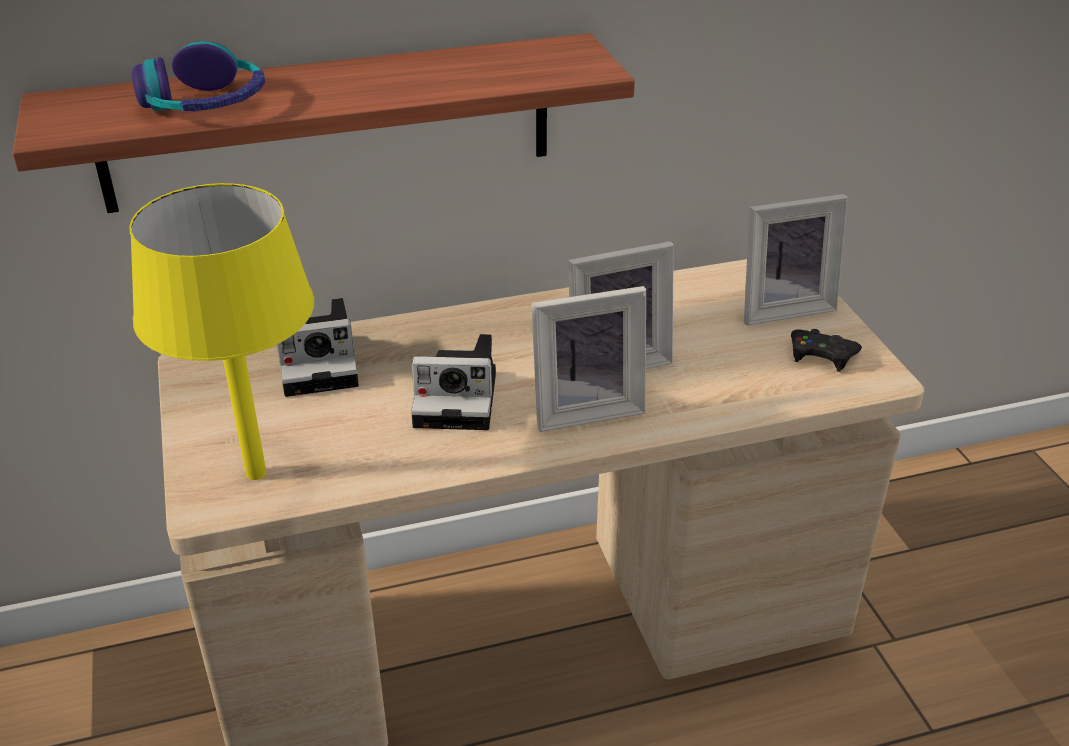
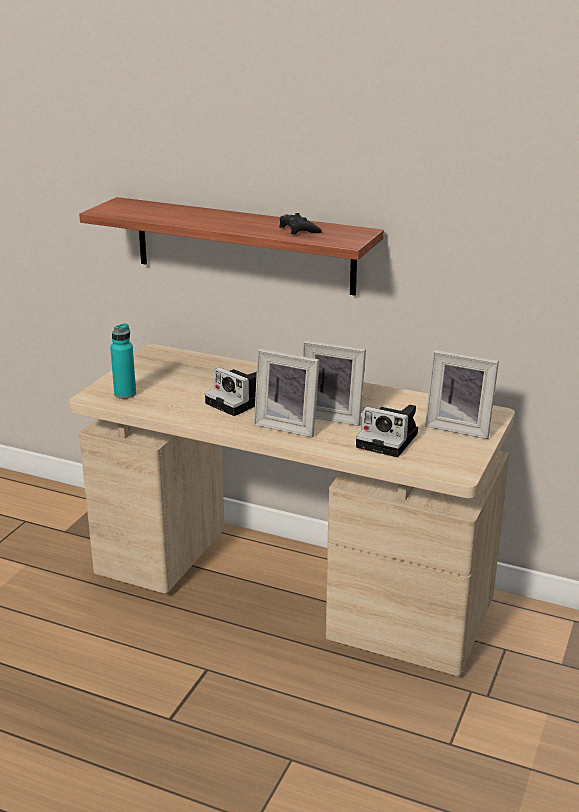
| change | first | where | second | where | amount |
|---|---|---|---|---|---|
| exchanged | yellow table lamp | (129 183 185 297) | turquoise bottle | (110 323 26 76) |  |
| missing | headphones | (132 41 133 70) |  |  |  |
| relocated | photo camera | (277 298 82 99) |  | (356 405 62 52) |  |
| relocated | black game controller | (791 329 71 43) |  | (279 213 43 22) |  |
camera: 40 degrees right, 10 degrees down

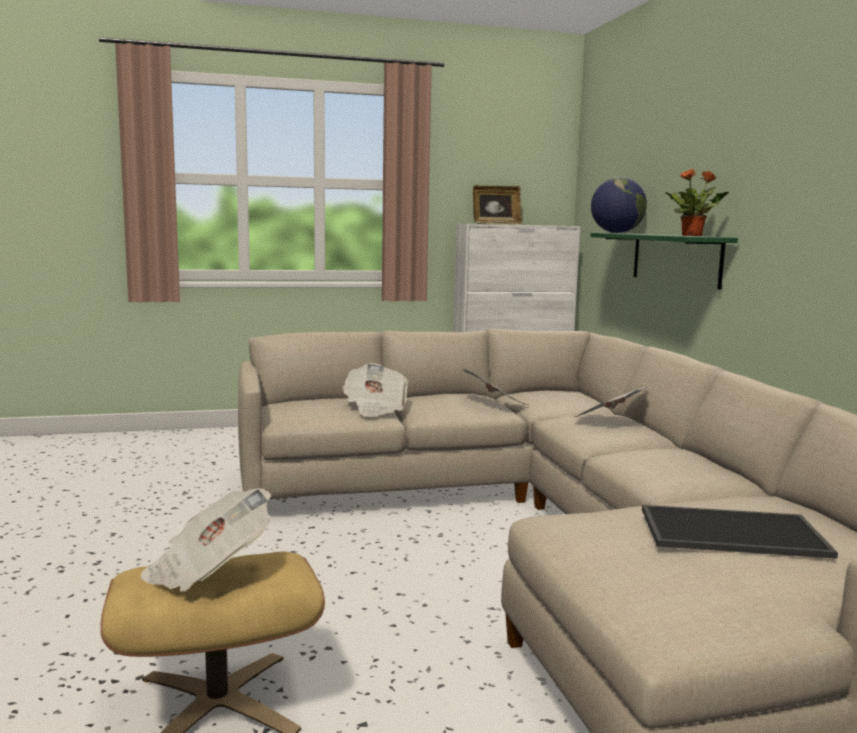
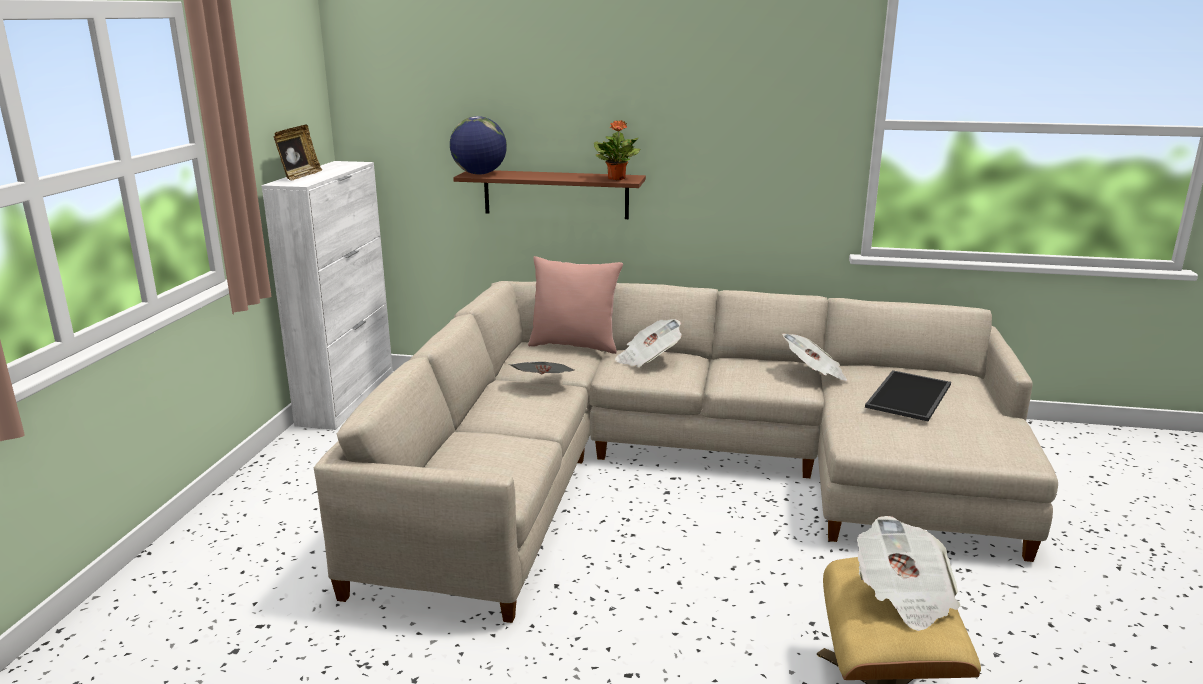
| change | first | where | second | where | amount |
|---|---|---|---|---|---|
| relocated | newspaper | (342 363 66 54) |  | (783 333 65 48) |  |
| colour | green shelf | (591 233 147 57) | brown shelf | (453 170 193 49) |  |
| appeared |  |  | pink pillow | (528 256 95 98) |  |
camera: 65 degrees left, 10 degrees up

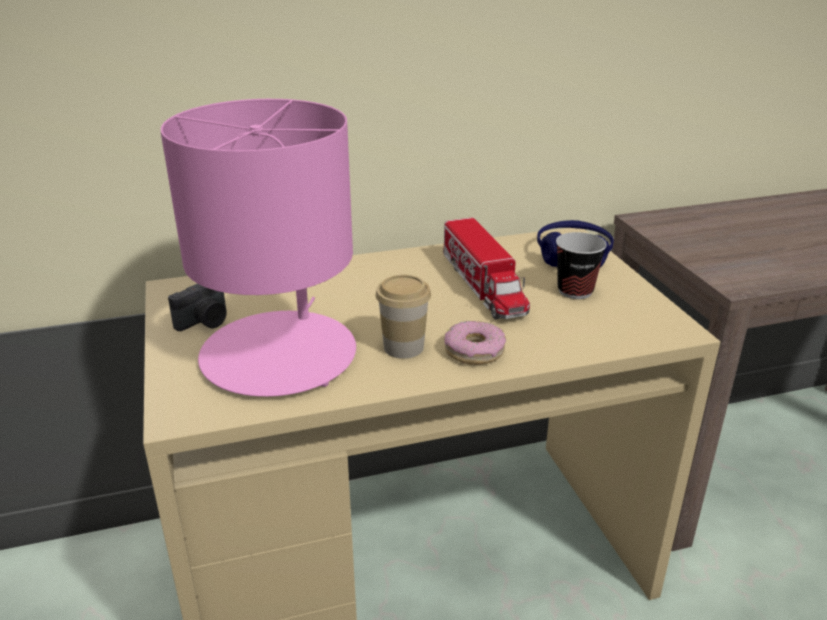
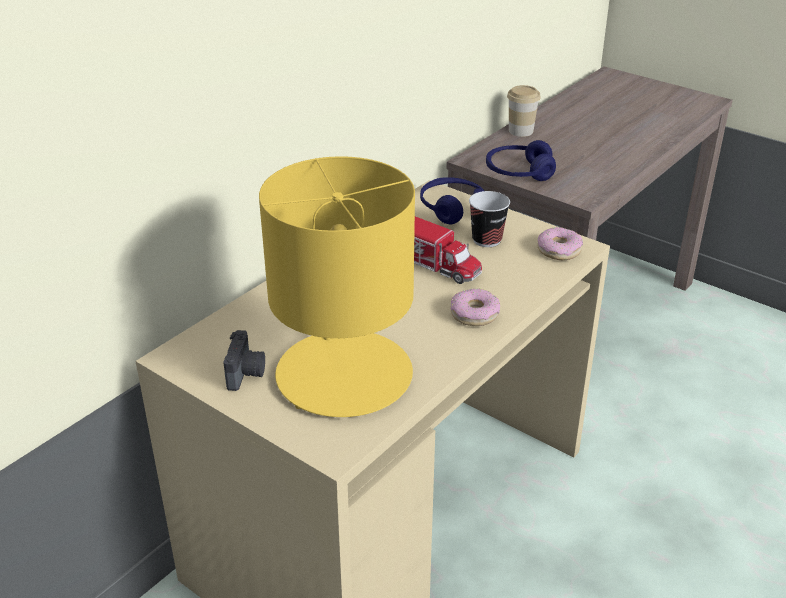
| change | first | where | second | where | amount |
|---|---|---|---|---|---|
| colour | pink table lamp | (161 99 195 298) | yellow table lamp | (259 156 156 261) |  |
| relocated | cup | (376 275 55 84) |  | (507 85 34 52) |  |
| appeared |  |  | blue headphones | (486 140 70 41) |  |
| appeared |  |  | donut | (538 227 45 33) |  |
camera: 35 degrees left, 5 degrees up

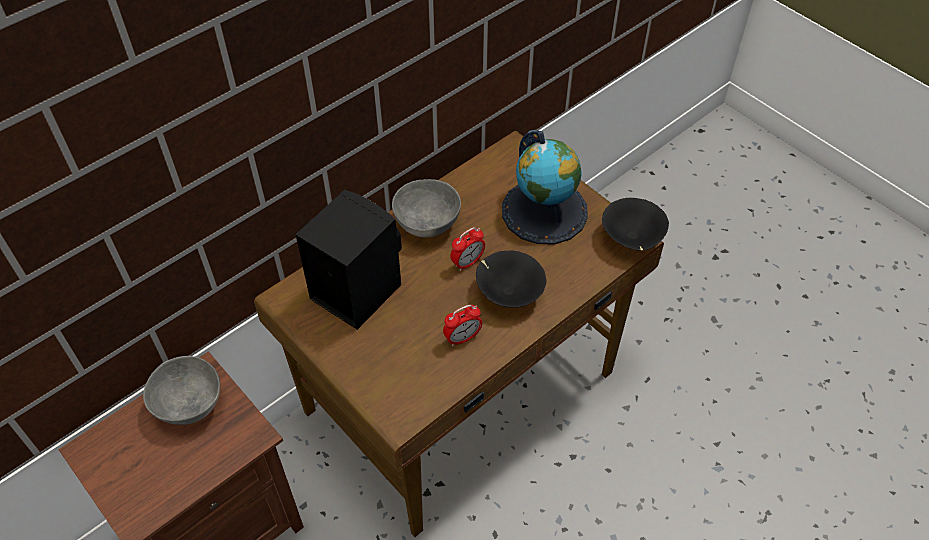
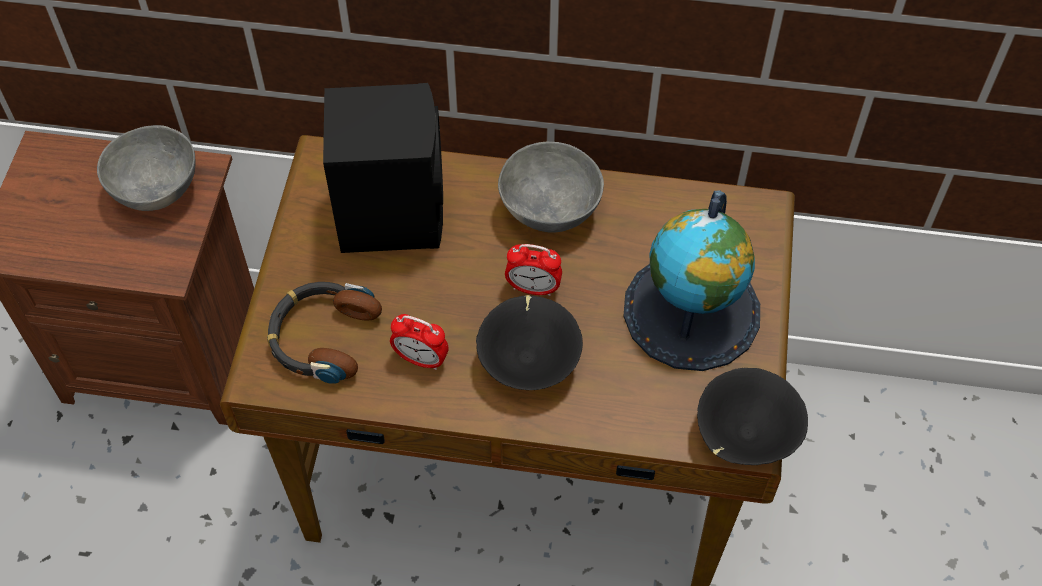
| change | first | where | second | where | amount |
|---|---|---|---|---|---|
| appeared |  |  | headphones | (267 282 115 102) |  |
camera: 50 degrees right, 5 degrees up

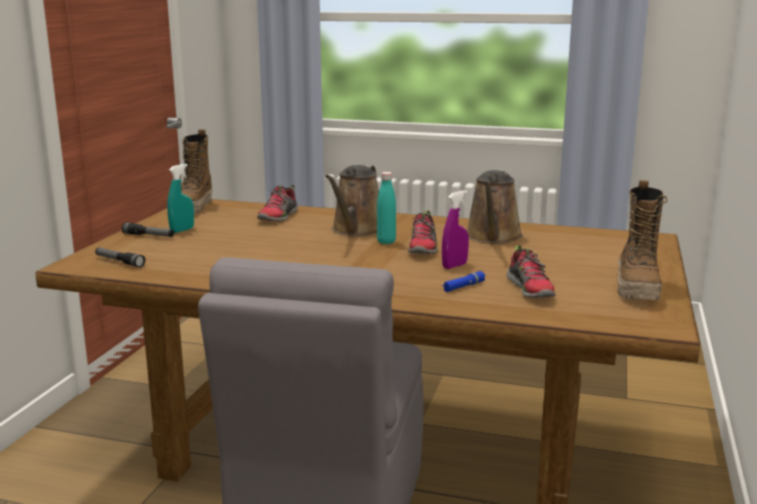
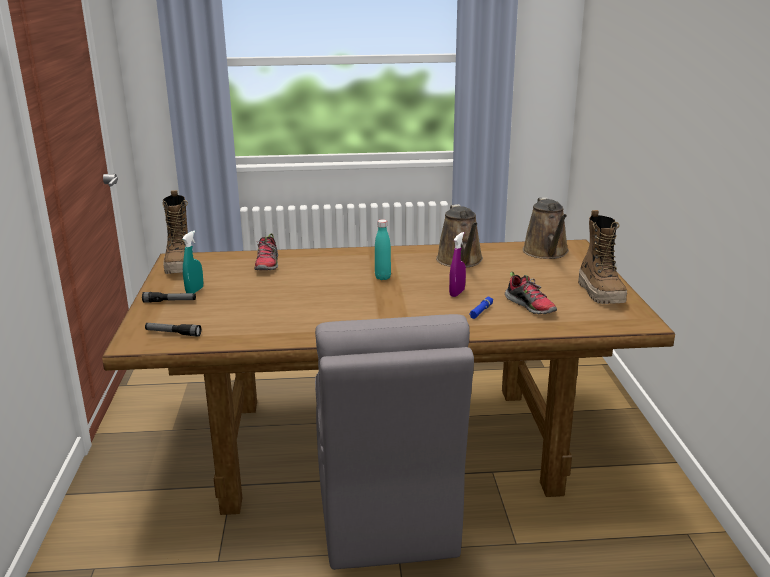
| change | first | where | second | where | amount |
|---|---|---|---|---|---|
| relocated | brown watering can | (325 165 54 71) |  | (523 197 46 62) |  |
| missing | shoe | (408 210 30 44) |  |  |  |
camera: 20 degrees left, 5 degrees up

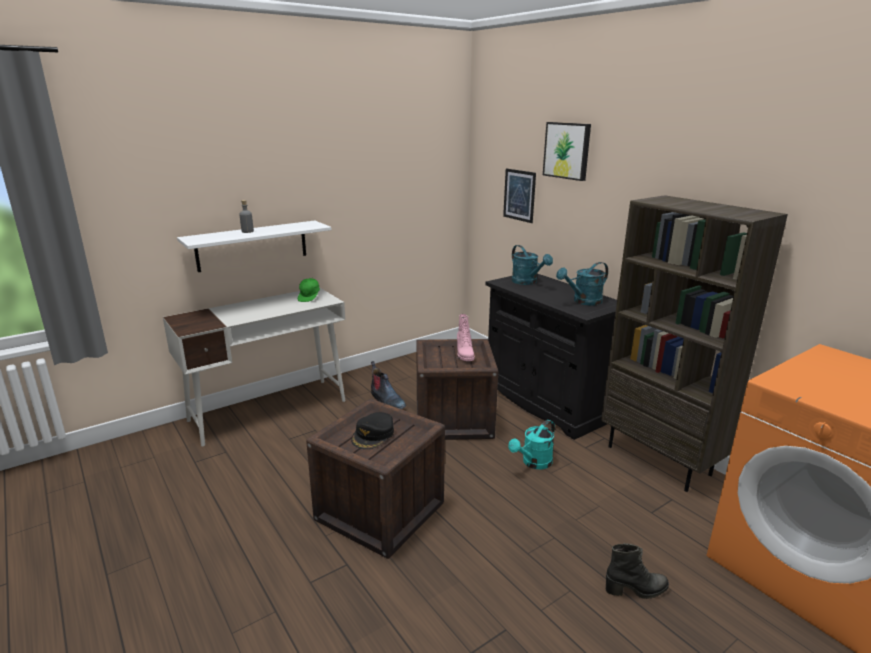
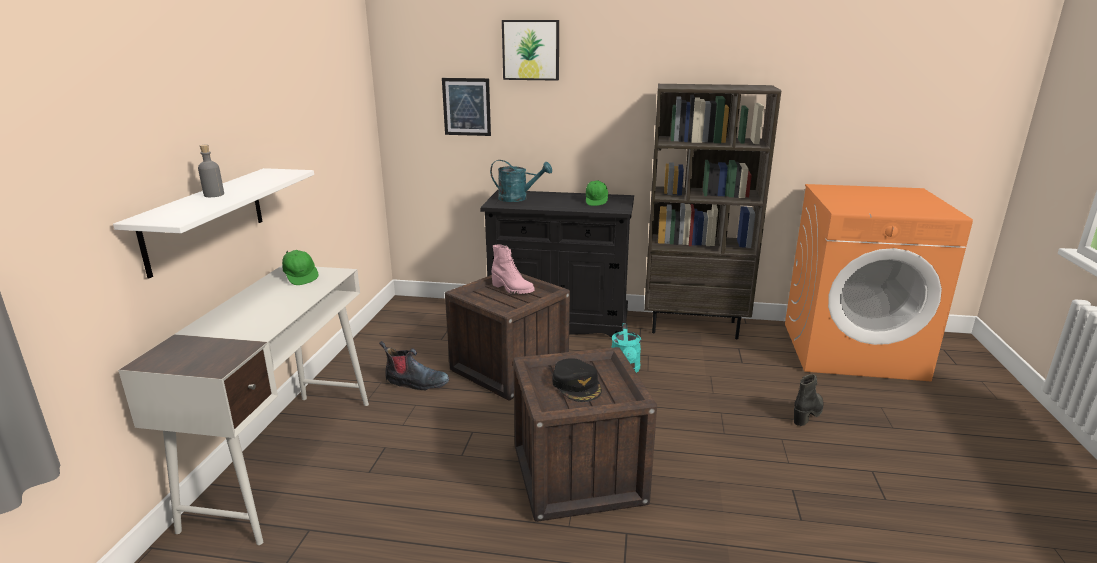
| change | first | where | second | where | amount |
|---|---|---|---|---|---|
| exchanged | turquoise watering can | (556 262 52 43) | green cap | (586 181 22 25) |  |
camera: 45 degrees left, 0 degrees up

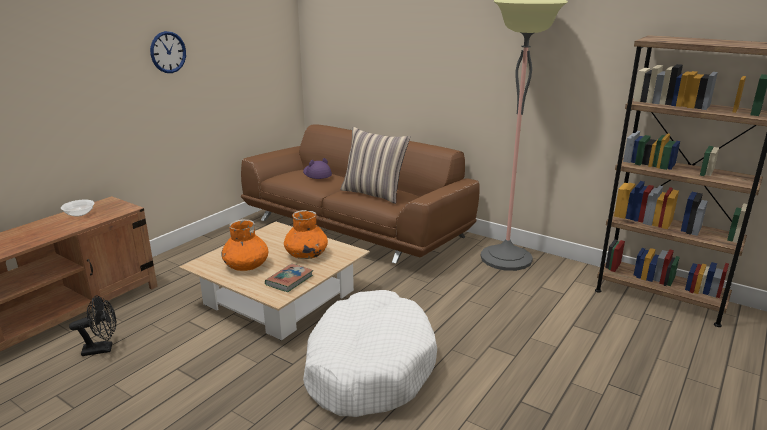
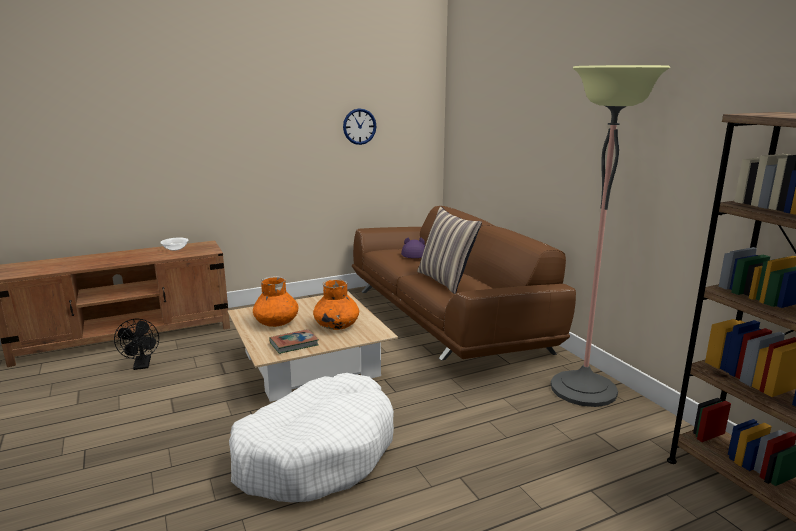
| change | first | where | second | where | amount |
|---|---|---|---|---|---|
| spun | black fan | (69 295 47 61) |  | (114 319 45 51) | 60 degrees clockwise |
| relocated | wall clock | (150 31 36 42) |  | (343 108 33 37) |  |
camera: 30 degrees right, 5 degrees down

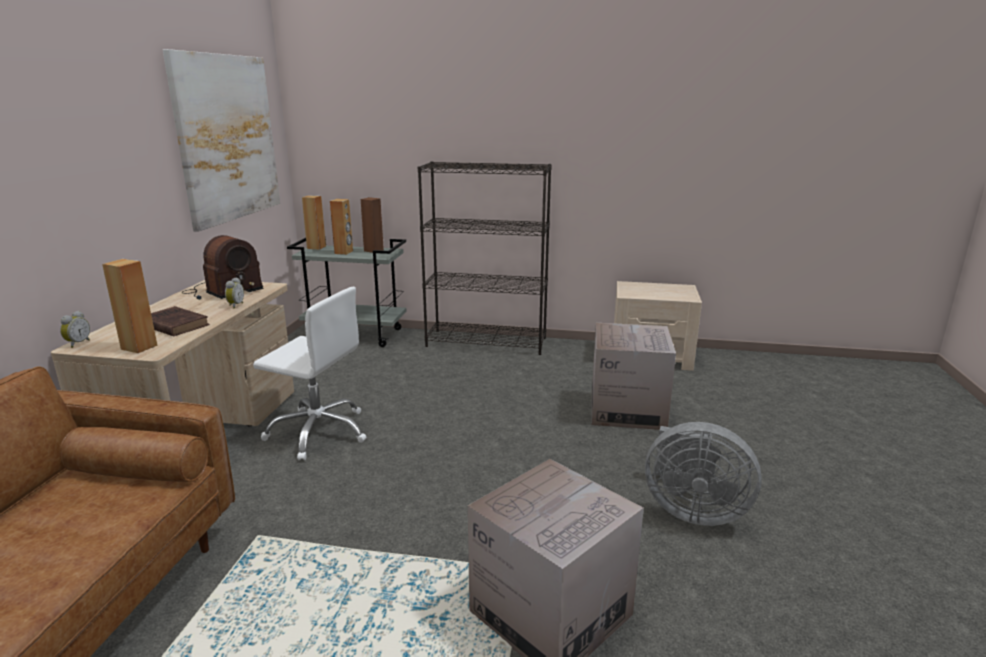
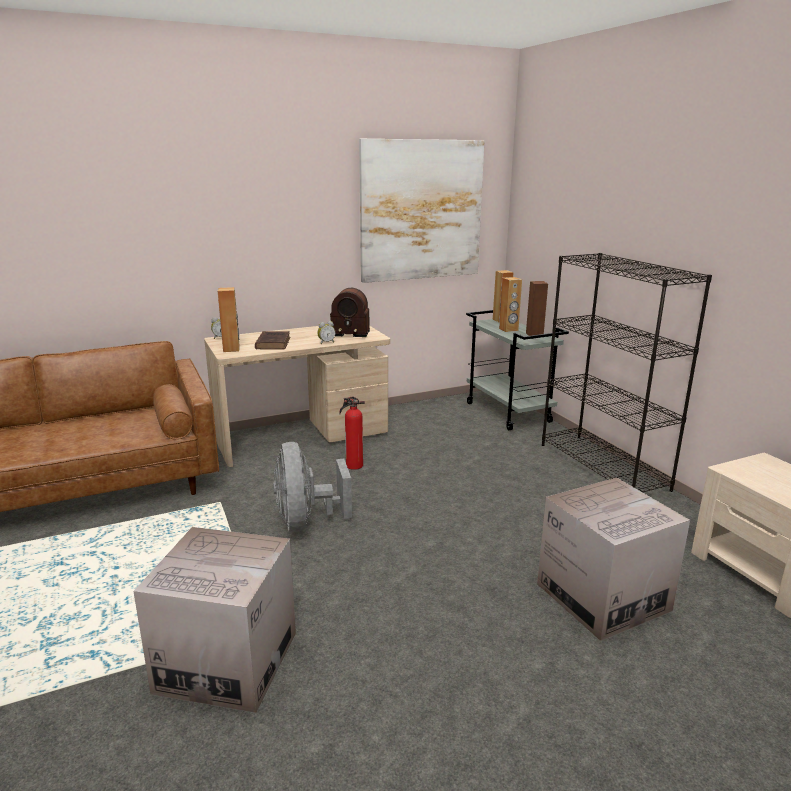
| change | first | where | second | where | amount |
|---|---|---|---|---|---|
| exchanged | white office chair | (253 287 113 173) | fire extinguisher | (339 397 26 73) |  |
| relocated | grey fan | (645 422 117 104) |  | (273 442 79 90) |  |
camera: 55 degrees right, 0 degrees up

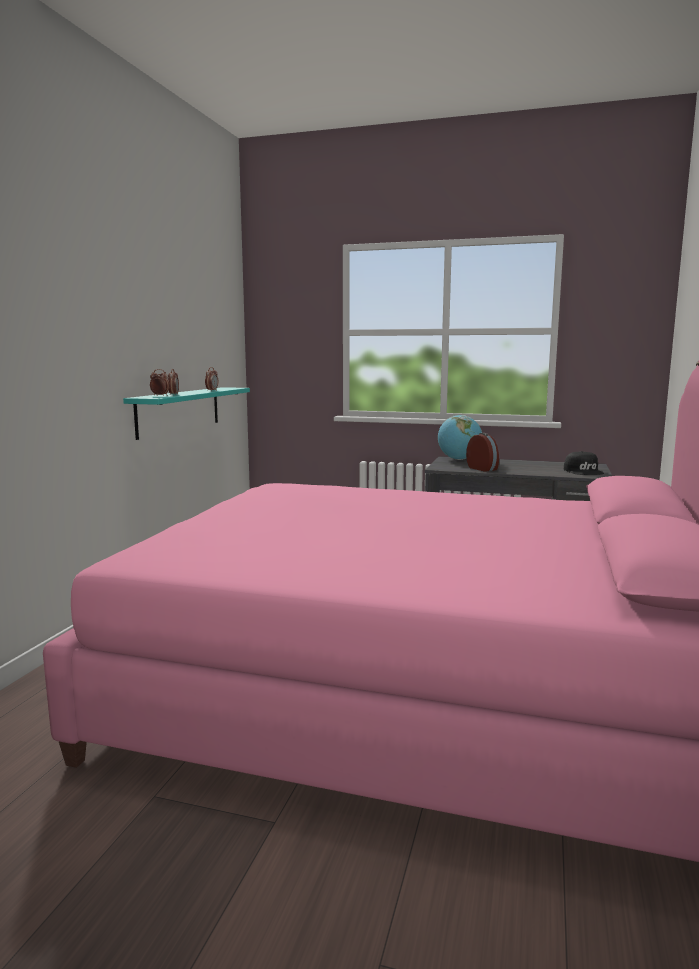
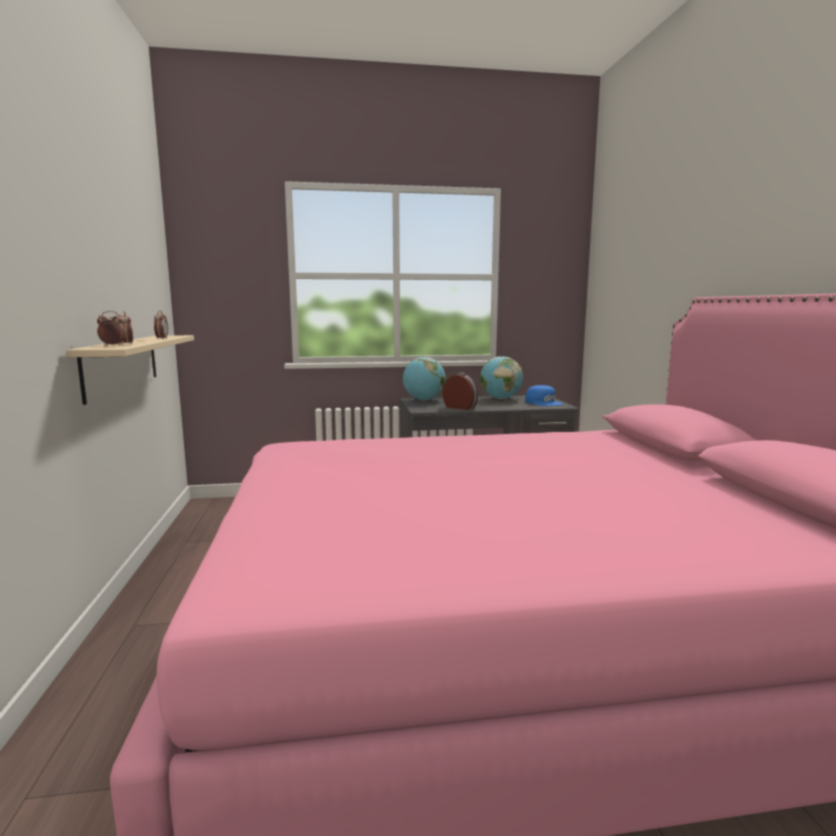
| change | first | where | second | where | amount |
|---|---|---|---|---|---|
| colour | turquoise shelf | (123 387 127 53) | beige shelf | (66 335 128 70) |  |
| colour | black cap | (564 451 40 24) | blue cap | (525 385 38 21) |  |
| appeared |  |  | globe | (480 356 43 43) |  |
camera: 25 degrees left, 0 degrees up

